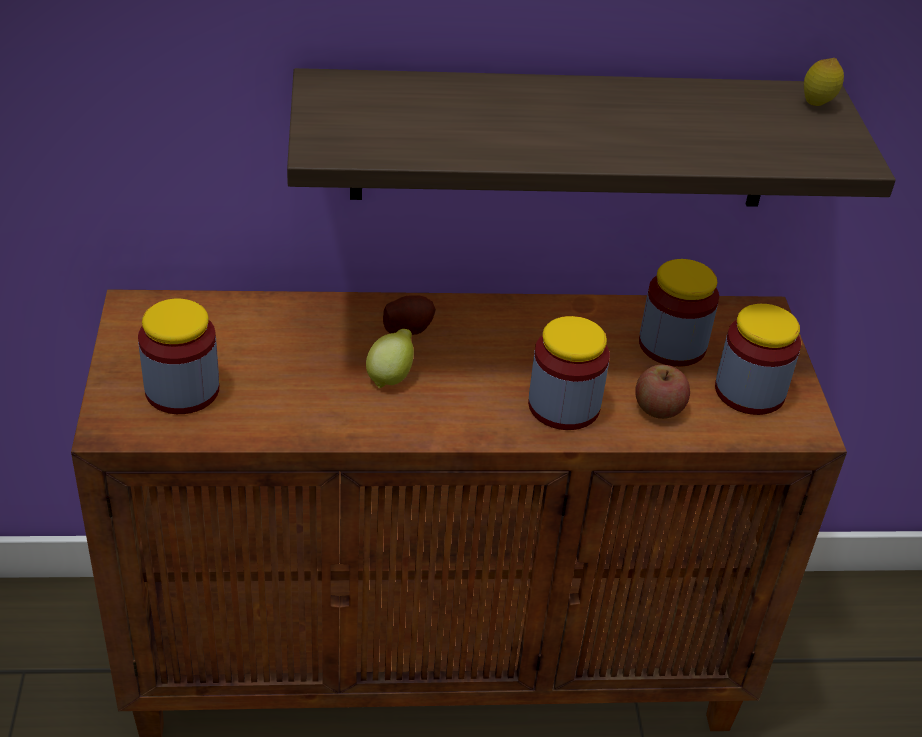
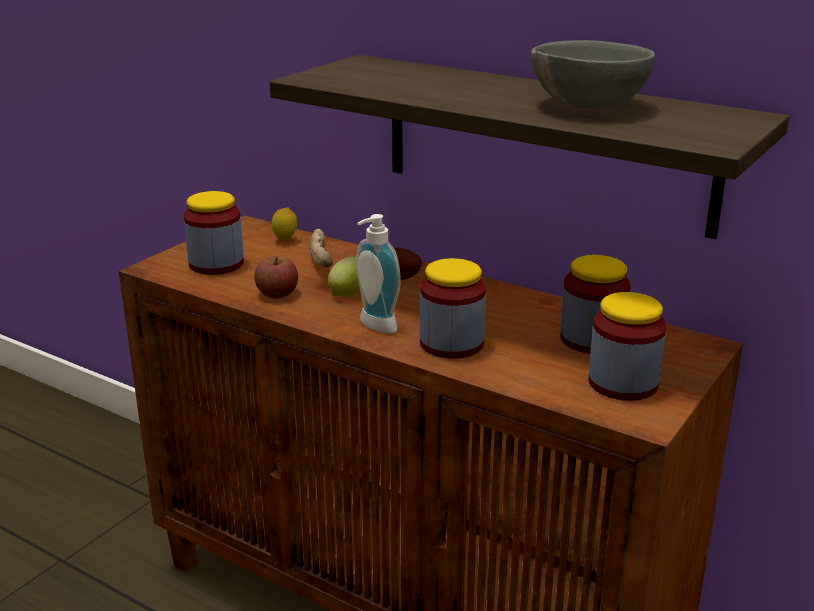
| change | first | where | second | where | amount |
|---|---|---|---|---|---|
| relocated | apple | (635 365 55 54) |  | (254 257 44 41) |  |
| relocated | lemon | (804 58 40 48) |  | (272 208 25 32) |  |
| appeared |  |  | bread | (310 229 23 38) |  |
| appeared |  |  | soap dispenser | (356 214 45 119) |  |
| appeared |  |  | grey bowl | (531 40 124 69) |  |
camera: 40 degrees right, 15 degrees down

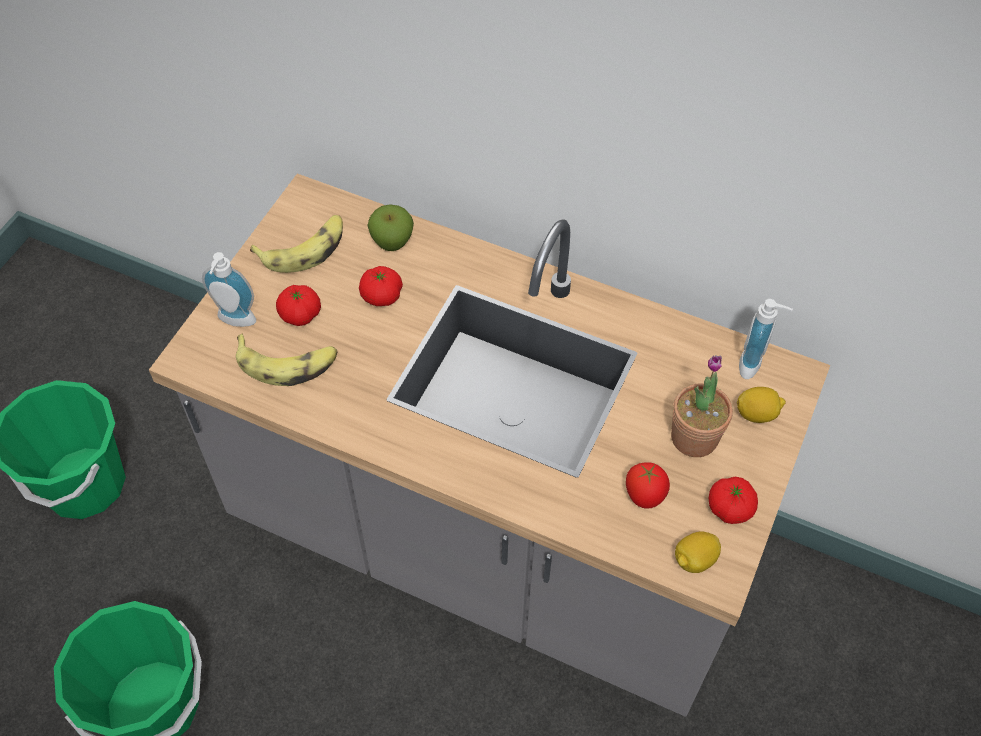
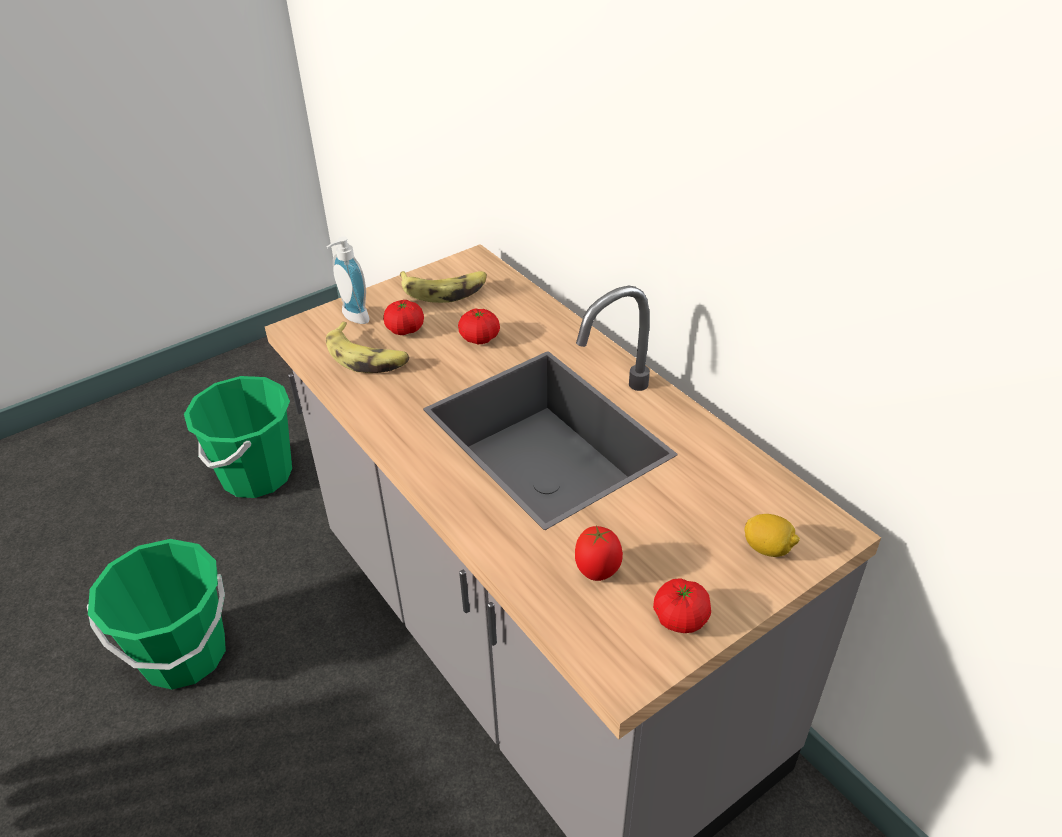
| change | first | where | second | where | amount |
|---|---|---|---|---|---|
| missing | apple | (367 204 47 47) |  |  |  |
| missing | potted plant | (671 355 62 102) |  |  |  |
| missing | lemon | (675 532 46 41) |  |  |  |
| missing | soap dispenser | (739 299 54 80) |  |  |  |
camera: 30 degrees right, 15 degrees down

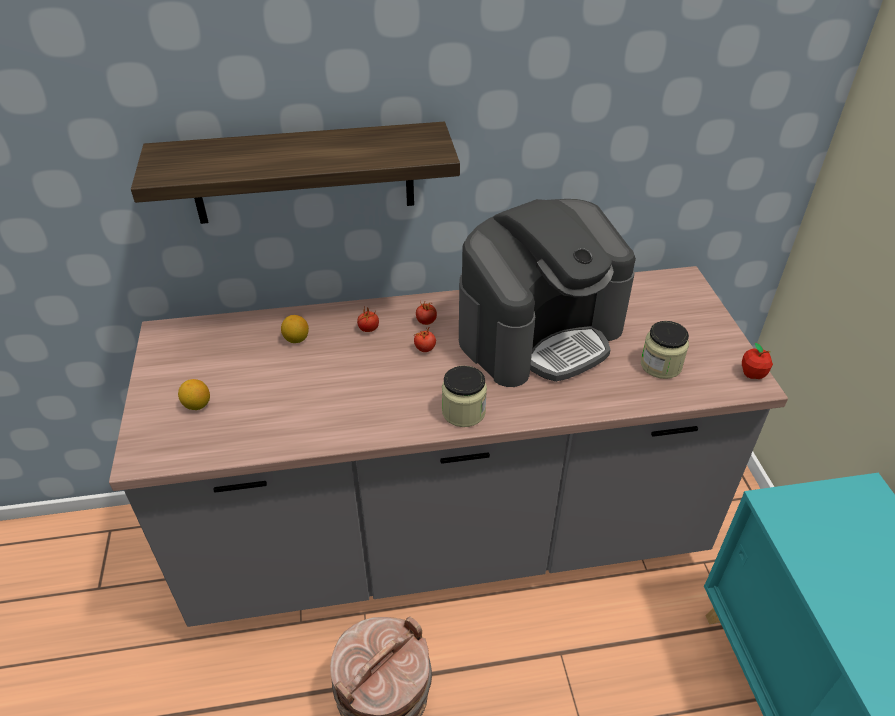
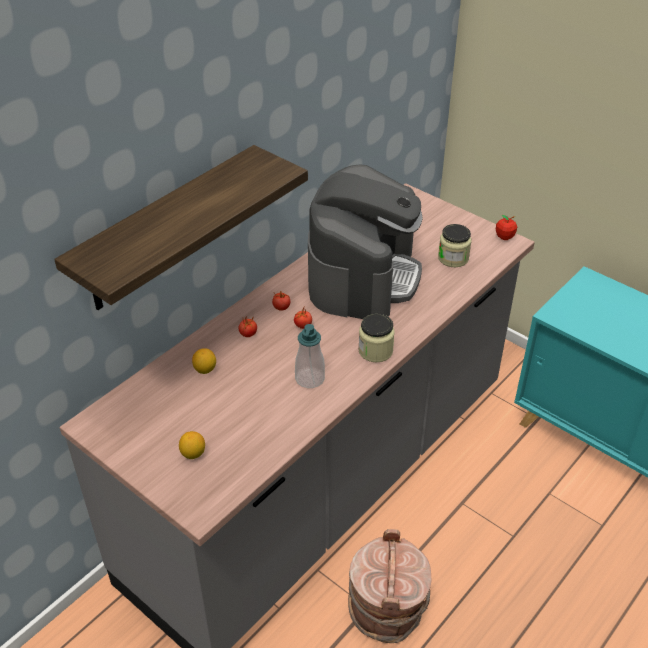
| change | first | where | second | where | amount |
|---|---|---|---|---|---|
| appeared |  |  | soap dispenser | (295 324 30 64) |  |
camera: 40 degrees left, 0 degrees up

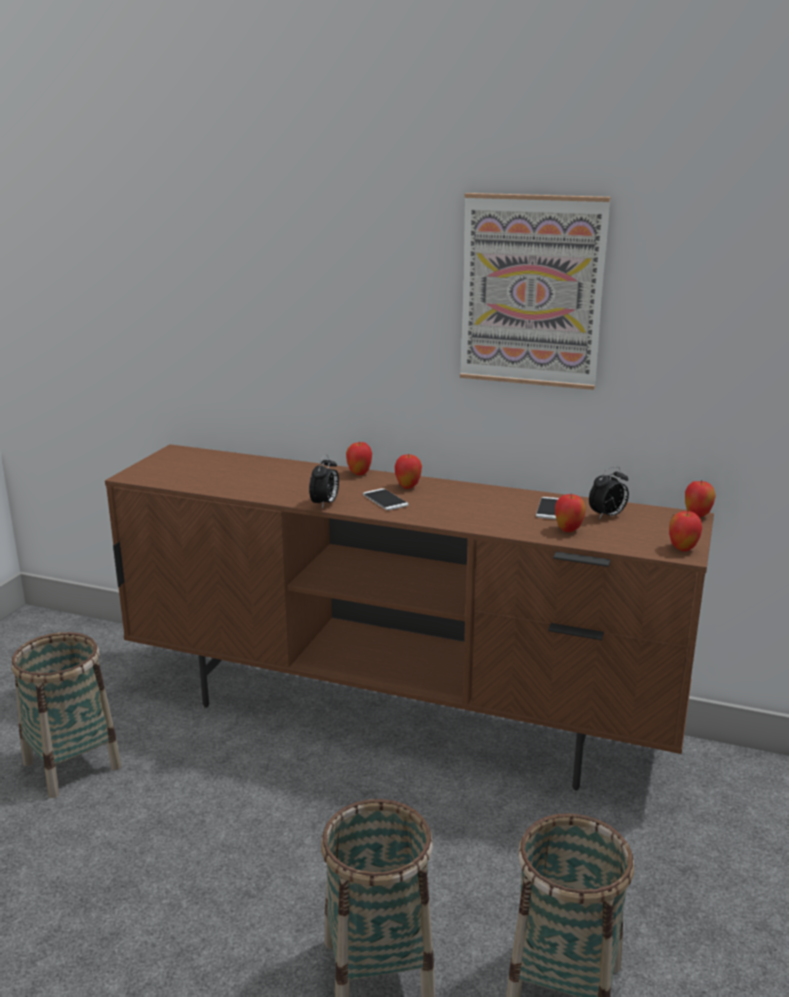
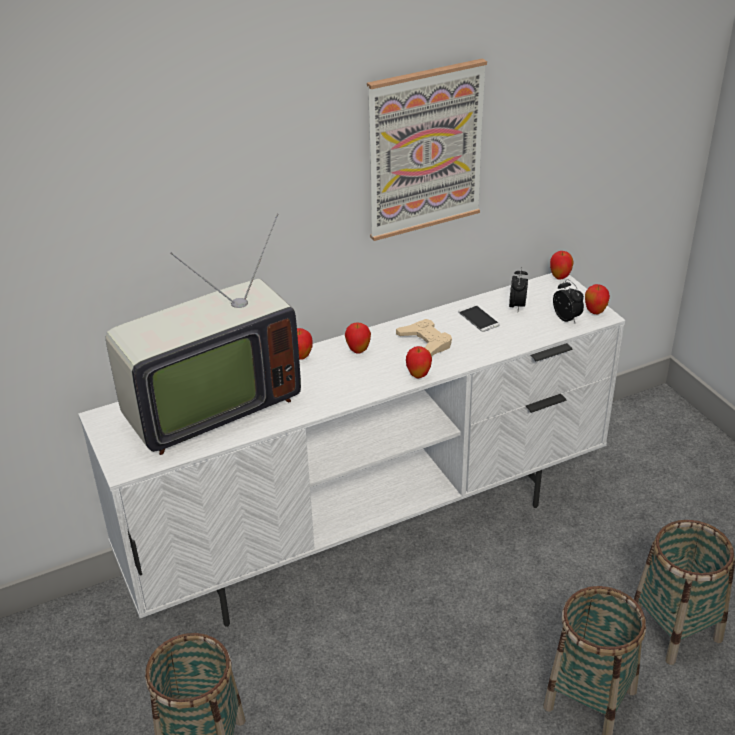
| change | first | where | second | where | amount |
|---|---|---|---|---|---|
| colour | brown tv stand | (105 444 609 347) | white tv stand | (78 273 547 354) |  |
| relocated | alarm clock | (309 454 30 55) |  | (553 279 31 44) |  |
| missing | phone | (363 488 45 22) |  |  |  |
| relocated | apple | (555 494 31 38) |  | (406 346 26 32) |  |
| appeared |  |  | television | (105 213 196 242) |  |
| appeared |  |  | beige game controller | (396 319 56 37) |  |
camera: 45 degrees left, 15 degrees up

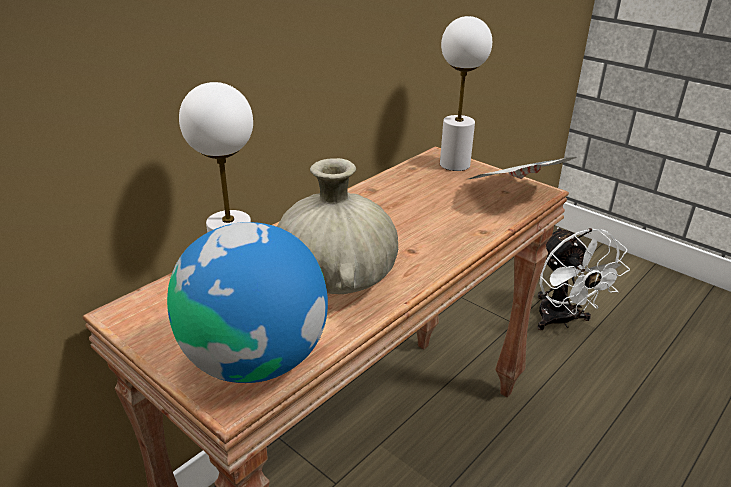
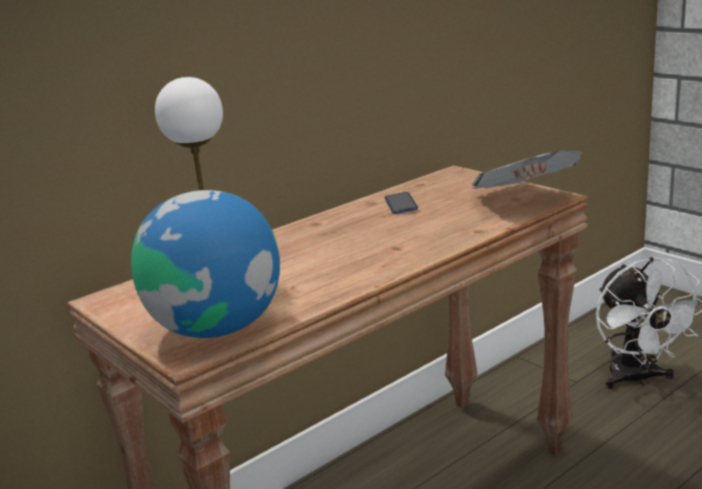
| change | first | where | second | where | amount |
|---|---|---|---|---|---|
| missing | beige vase | (277 158 121 136) |  |  |  |
| missing | white table lamp | (440 16 52 155) |  |  |  |
| appeared |  |  | phone | (385 192 33 22) |  |
camera: 10 degrees right, 10 degrees down

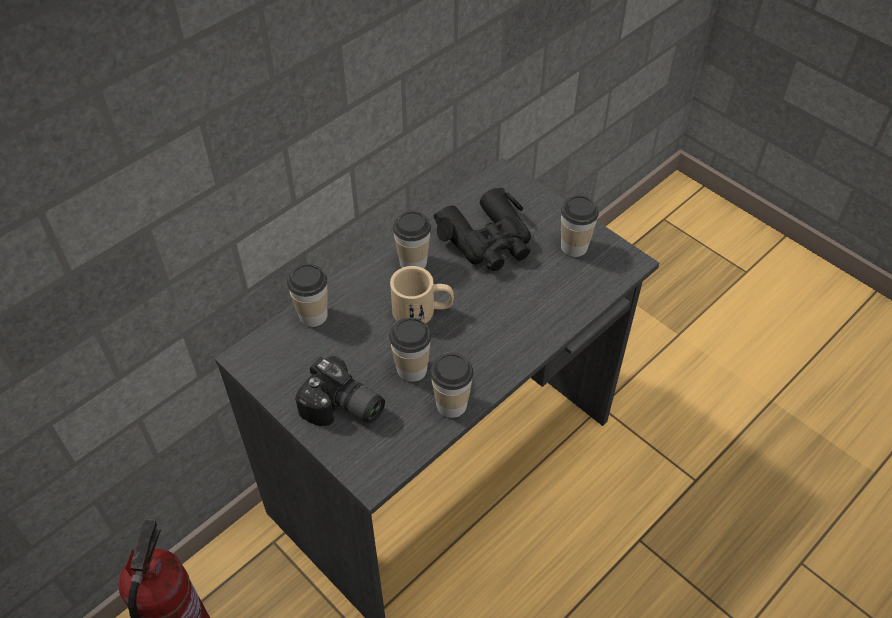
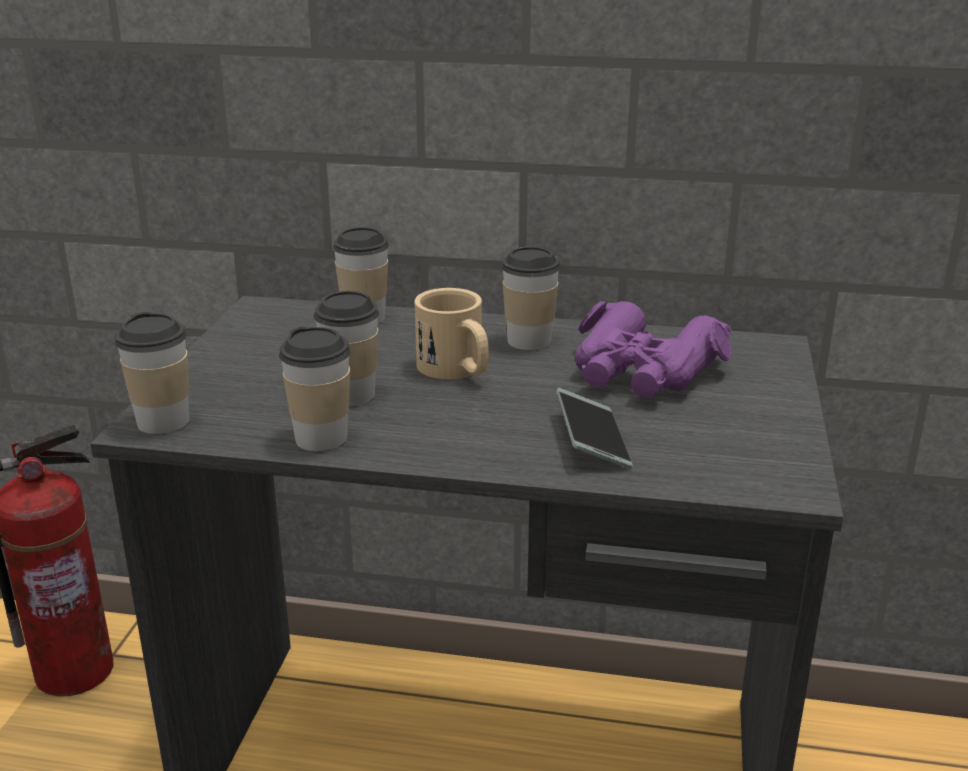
| change | first | where | second | where | amount |
|---|---|---|---|---|---|
| missing | photo camera | (295 356 90 70) |  |  |  |
| colour | black binoculars | (433 187 98 84) | purple binoculars | (574 301 158 97) |  |
| relocated | cup | (561 195 38 62) |  | (115 312 75 122) |  |
| appeared |  |  | phone | (556 388 77 81) |  |
camera: 55 degrees right, 25 degrees down

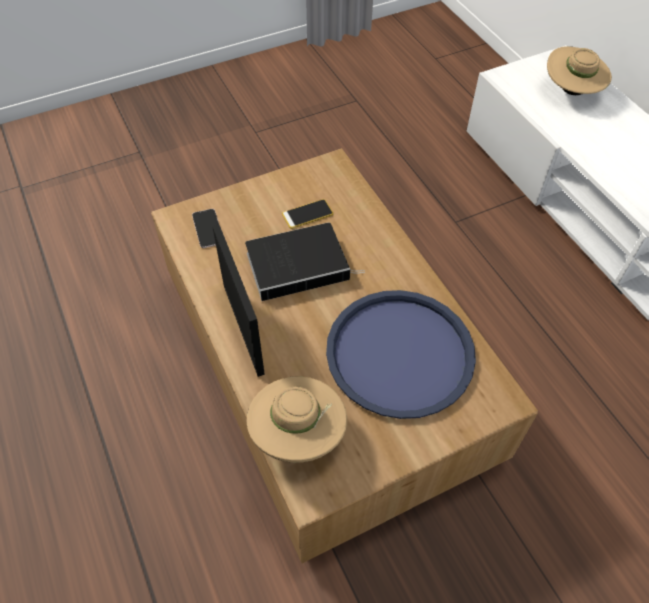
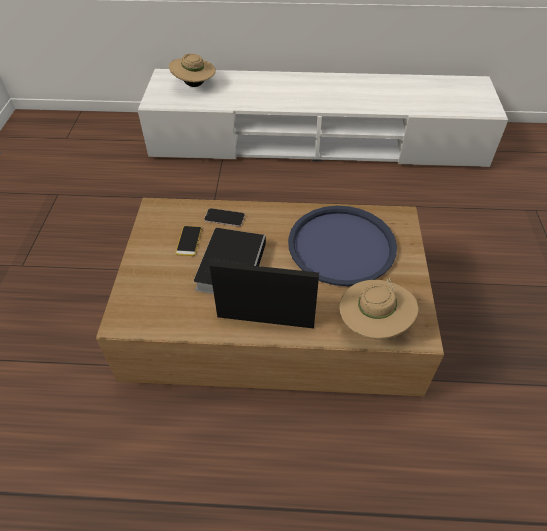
| change | first | where | second | where | amount |
|---|---|---|---|---|---|
| relocated | phone | (192 209 27 39) |  | (204 208 41 18) |  |
camera: 60 degrees left, 5 degrees down

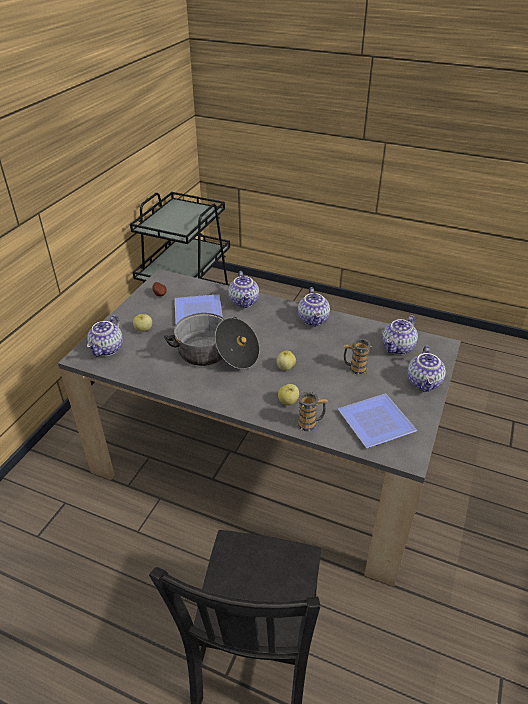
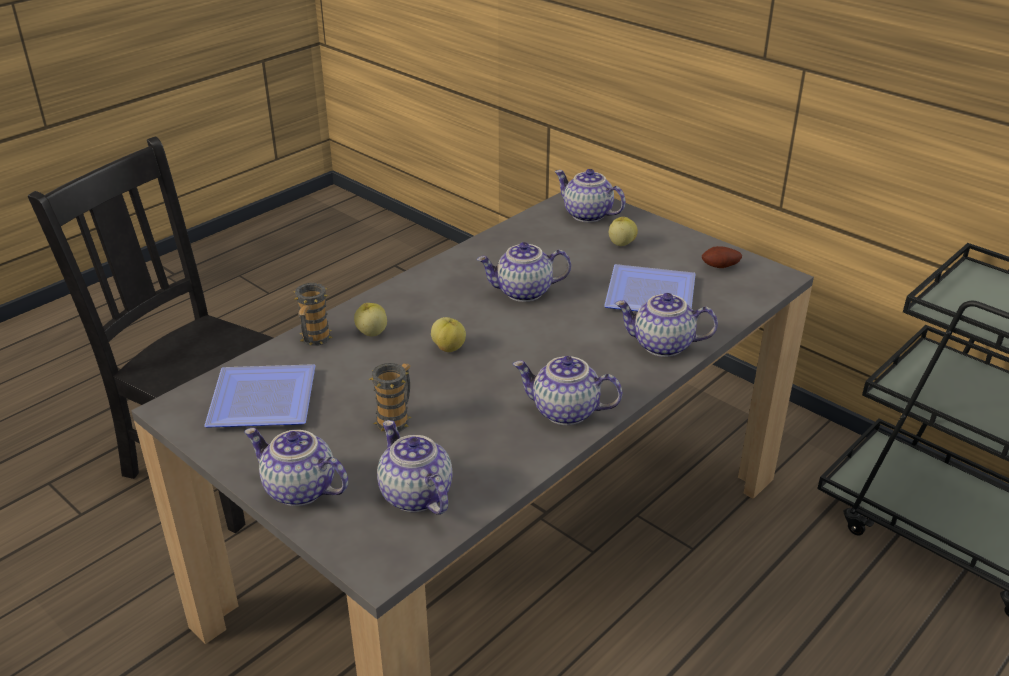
| change | first | where | second | where | amount |
|---|---|---|---|---|---|
| exchanged | cooking pot | (164 313 96 56) | teapot | (476 242 95 60) |  |
camera: 110 degrees right, 5 degrees down

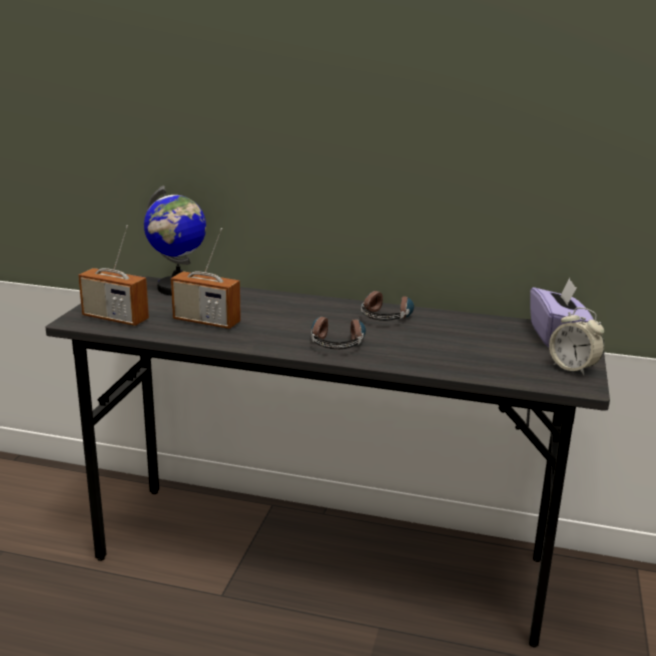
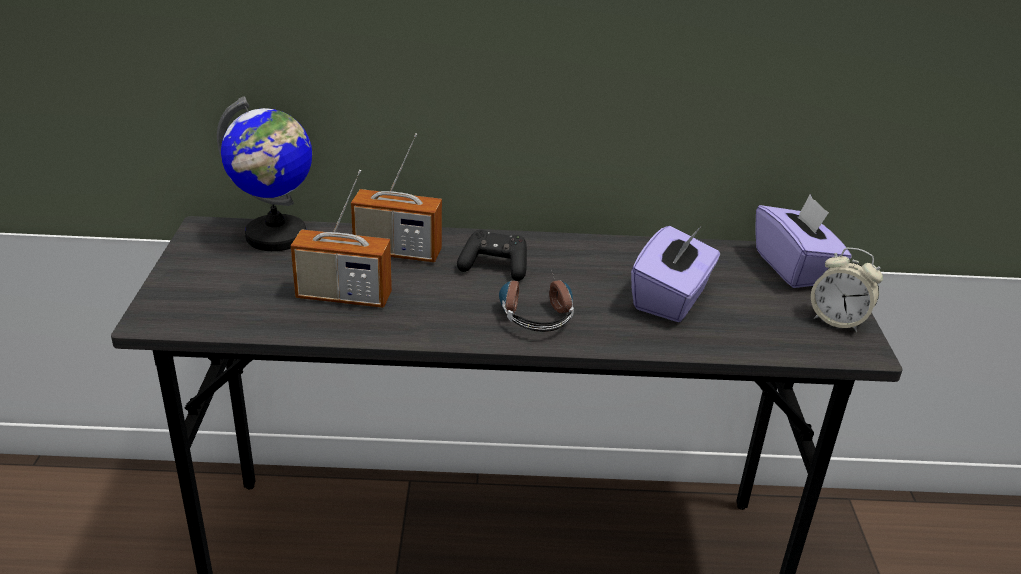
| change | first | where | second | where | amount |
|---|---|---|---|---|---|
| relocated | radio | (78 225 71 101) |  | (351 133 91 129) |  |
| missing | headphones | (361 291 54 30) |  |  |  |
| appeared |  |  | black game controller | (457 230 70 51) |  |
| appeared |  |  | purple tissue box | (631 226 89 96) |  |
camera: 15 degrees left, 10 degrees up

